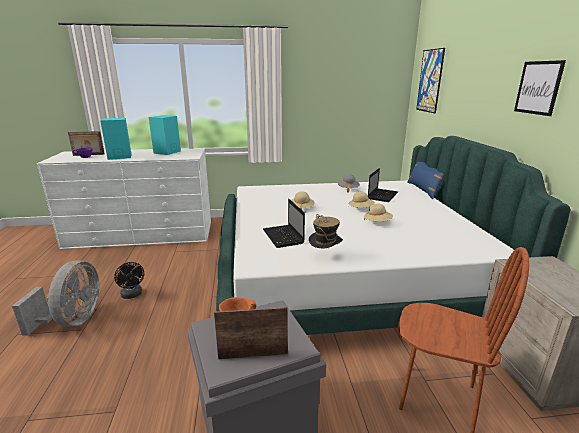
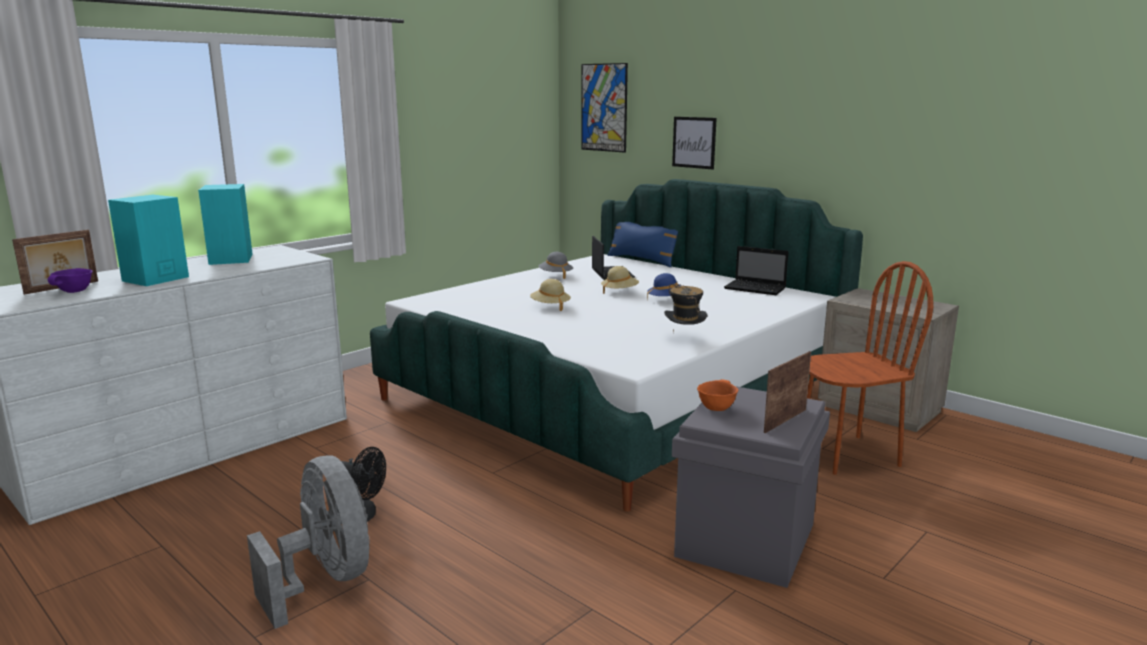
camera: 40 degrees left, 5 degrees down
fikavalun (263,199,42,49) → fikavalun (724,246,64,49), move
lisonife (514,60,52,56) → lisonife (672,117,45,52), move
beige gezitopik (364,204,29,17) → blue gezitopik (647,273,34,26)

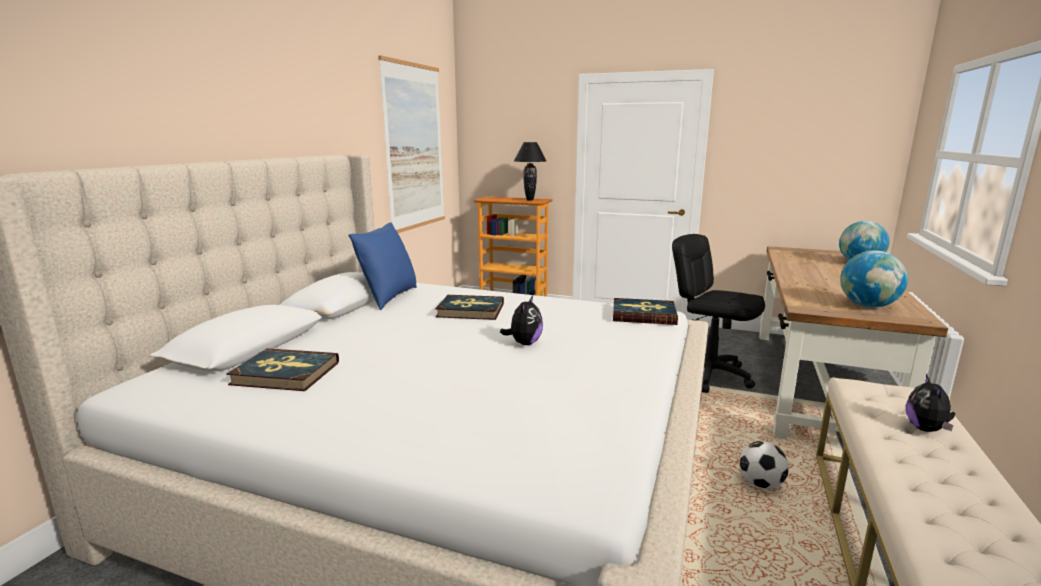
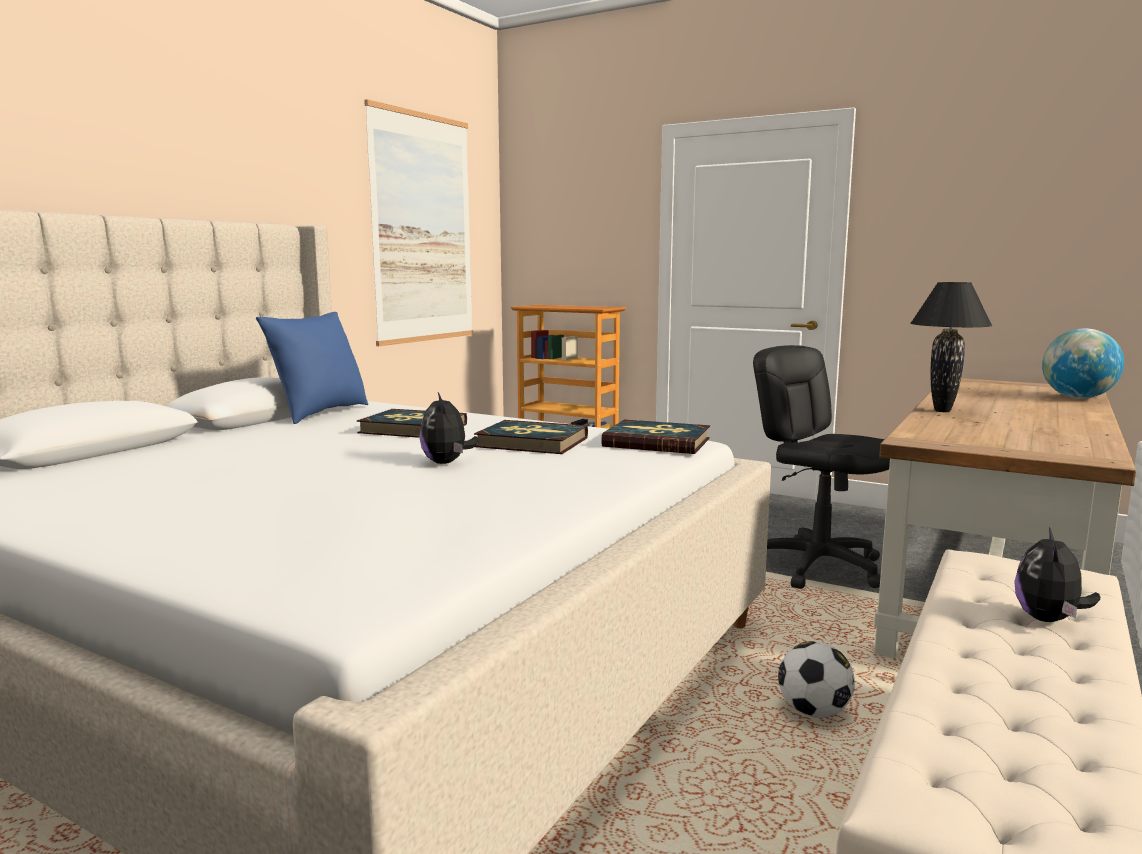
camera: 10 degrees right, 5 degrees down
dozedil (840,250,68,58) → -
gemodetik (226,348,113,43) → gemodetik (474,420,114,34), move
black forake (514,142,32,59) → black forake (911,282,81,130), move
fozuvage (500,296,43,49) → fozuvage (420,393,58,71), 135 degrees clockwise

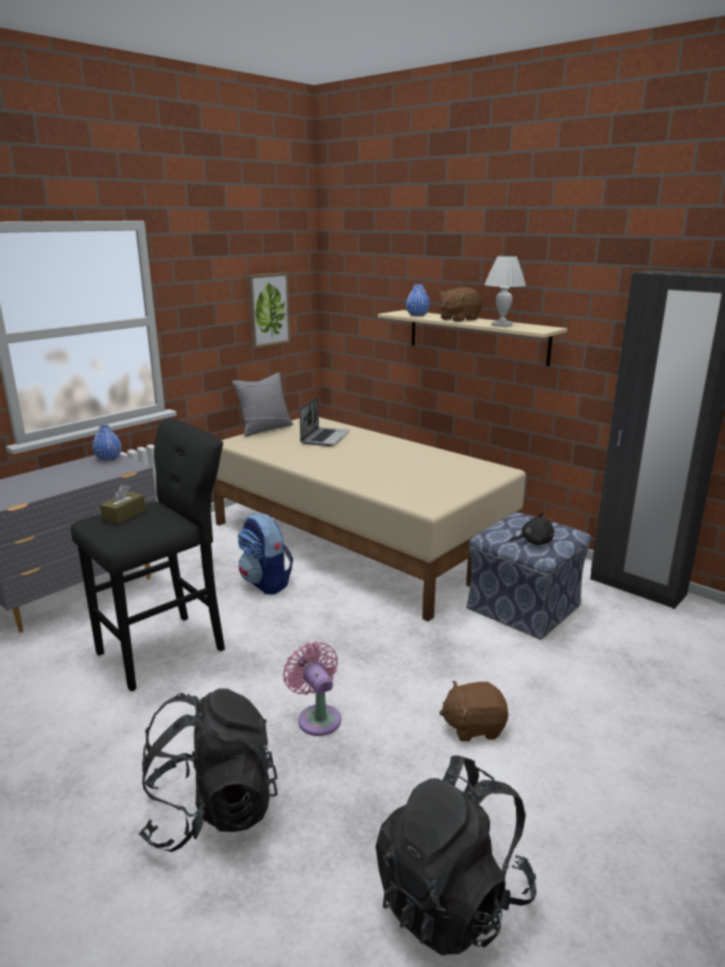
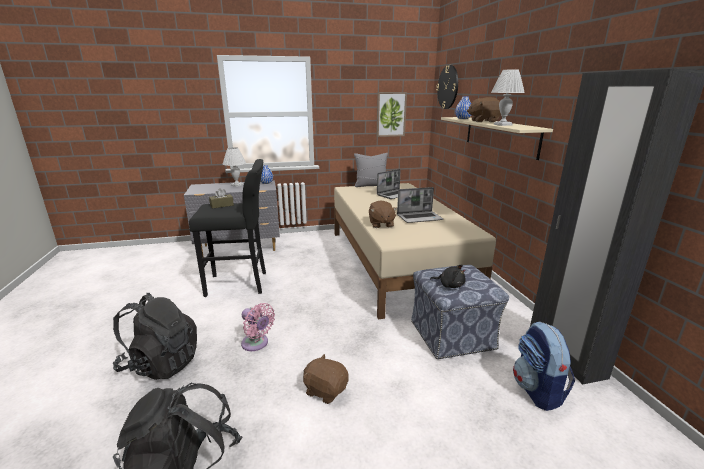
camera: 35 degrees right, 0 degrees up
- → white forake (223,147,23,40)
- → brown fozuvage (369,200,28,28)
- → fikavalun (397,187,46,36)
- → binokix (436,65,22,44)
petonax (237,513,56,81) → petonax (513,321,62,90), move
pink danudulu (283,641,58,95) → pink danudulu (241,303,34,48), 120 degrees clockwise

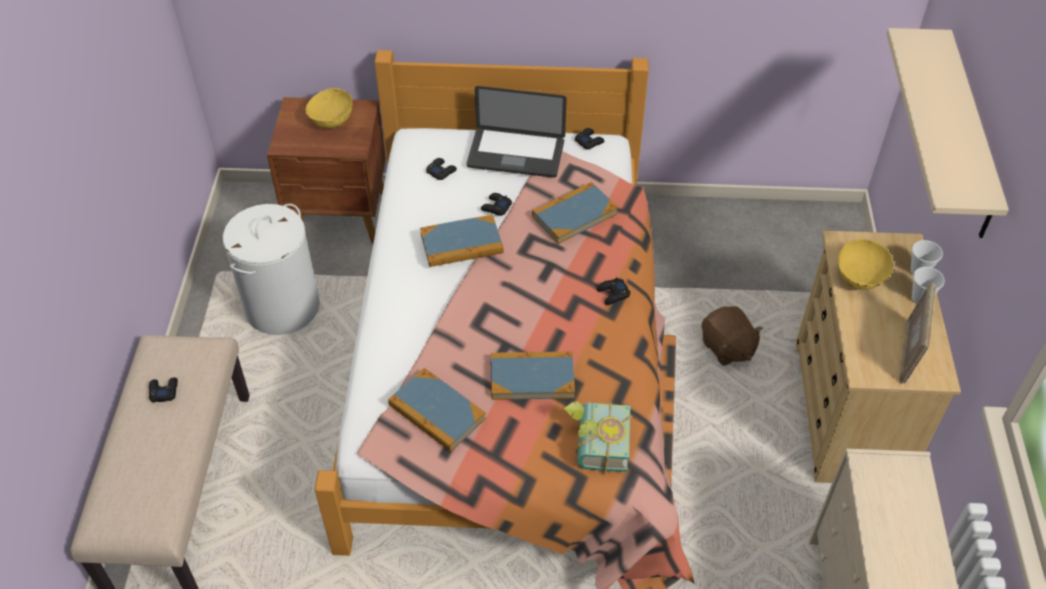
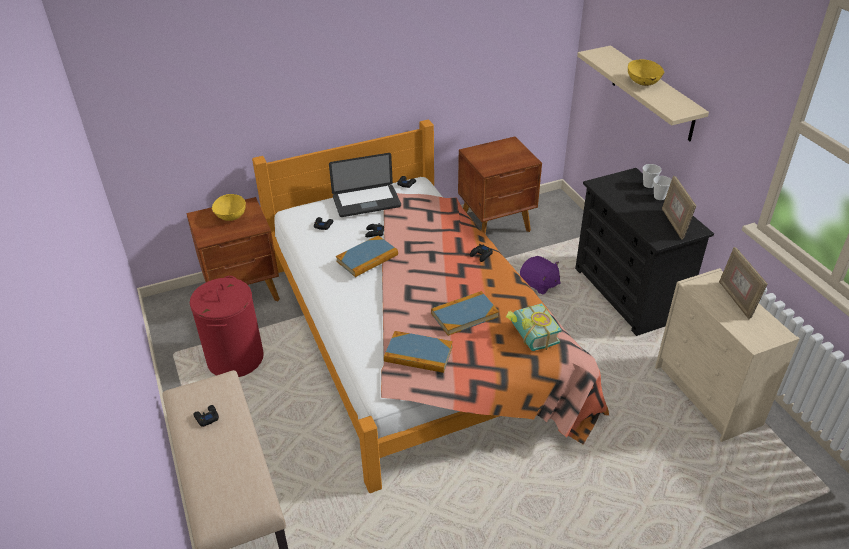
camera: 25 degrees left, 10 degrees down
gemodetik (532,182,86,62) → -
- → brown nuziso (458,137,84,98)
- → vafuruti (719,247,48,72)
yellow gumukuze (838,239,56,51) → yellow gumukuze (628,59,36,27), move
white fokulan (223,204,97,131) → red fokulan (190,276,74,101)
brown fozuvage (702,306,61,60) → purple fozuvage (520,256,41,39)
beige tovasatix (796,231,165,252) → black tovasatix (575,168,139,168)

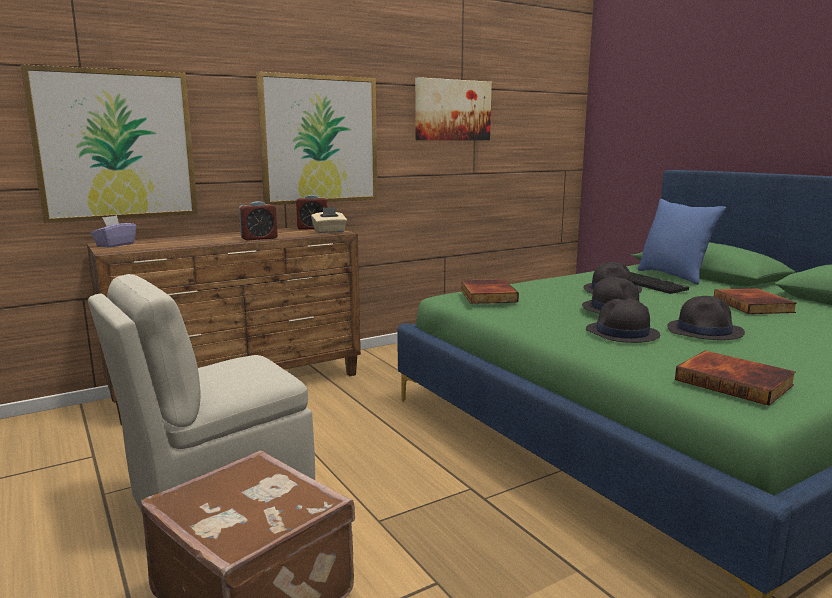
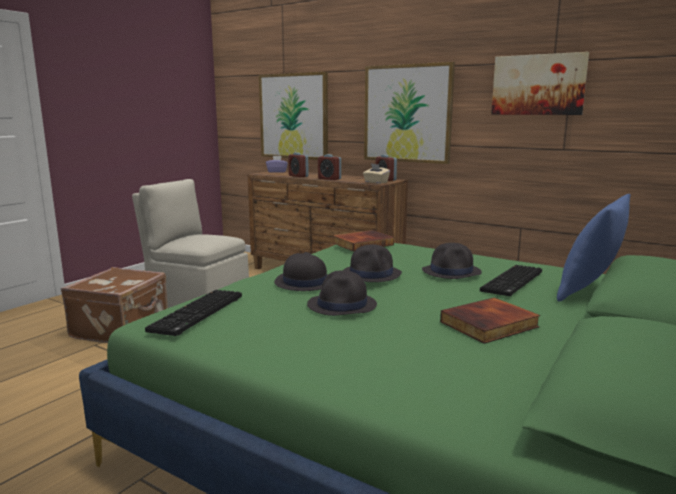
camera: 65 degrees right, 0 degrees up
- → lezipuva (288,152,21,25)
gemodetik (675,350,121,56) → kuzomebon (145,290,97,46)

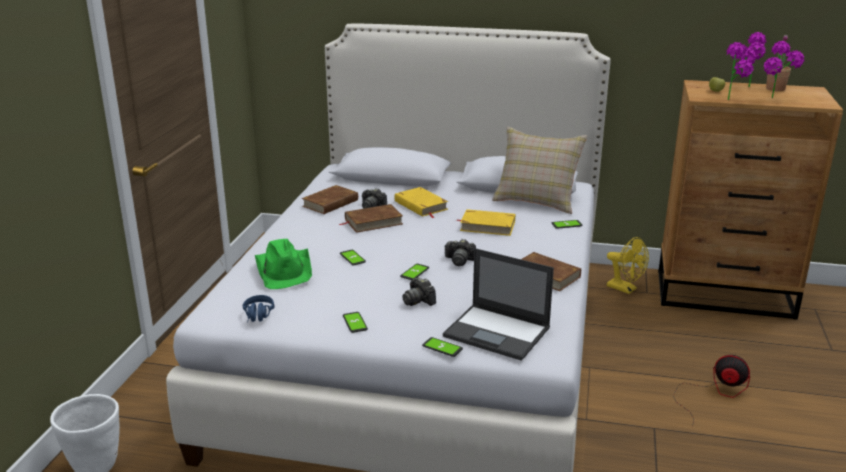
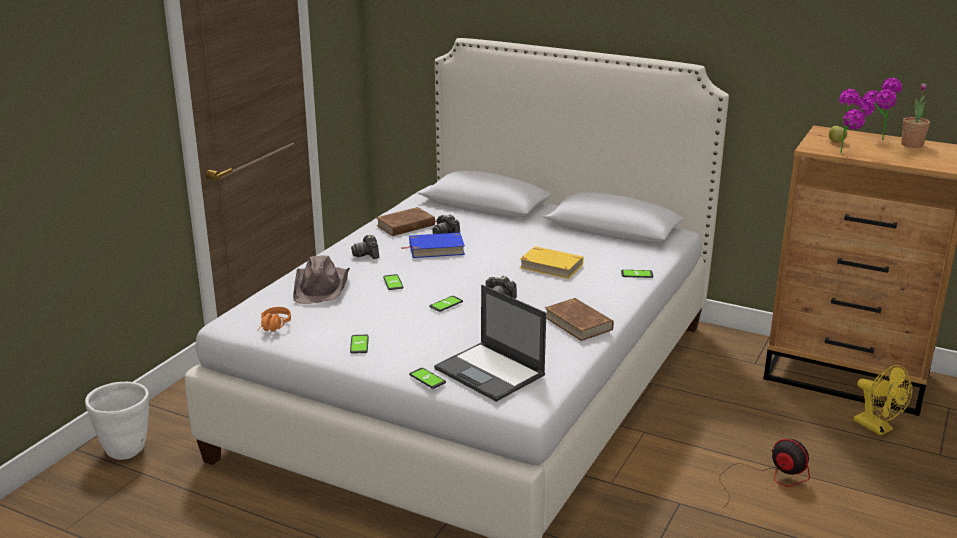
camera: 15 degrees right, 0 degrees up
yellow gemodetik (394,187,54,31) → -
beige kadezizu (492,127,95,87) → -
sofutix (764,41,41,57) → -
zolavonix (402,277,34,29) → zolavonix (351,235,28,24), move
yellow danudulu (607,237,42,57) → yellow danudulu (854,365,58,71), move
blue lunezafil (243,295,32,28) → orange lunezafil (257,307,34,25)
green gezitopik (255,239,57,50) → brown gezitopik (293,256,57,48)
brown gemodetik (340,204,63,29) → blue gemodetik (401,233,64,25)

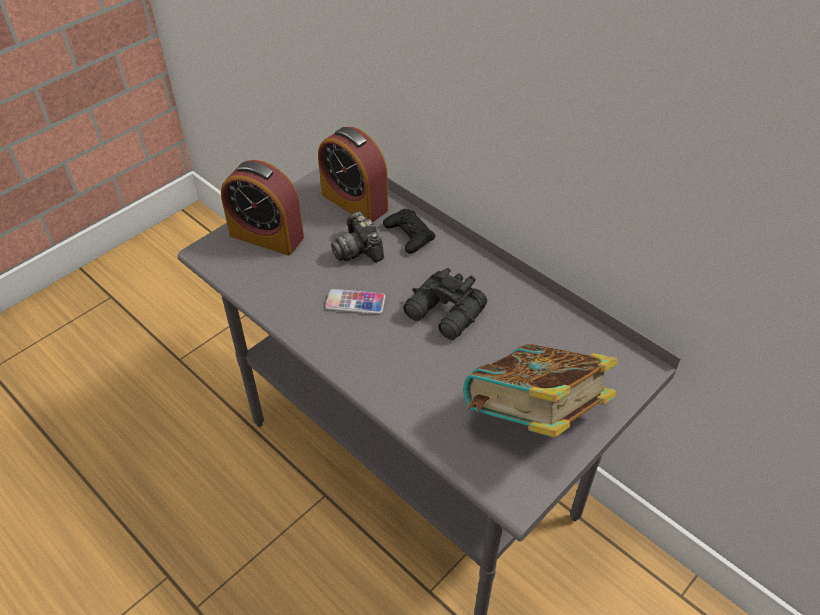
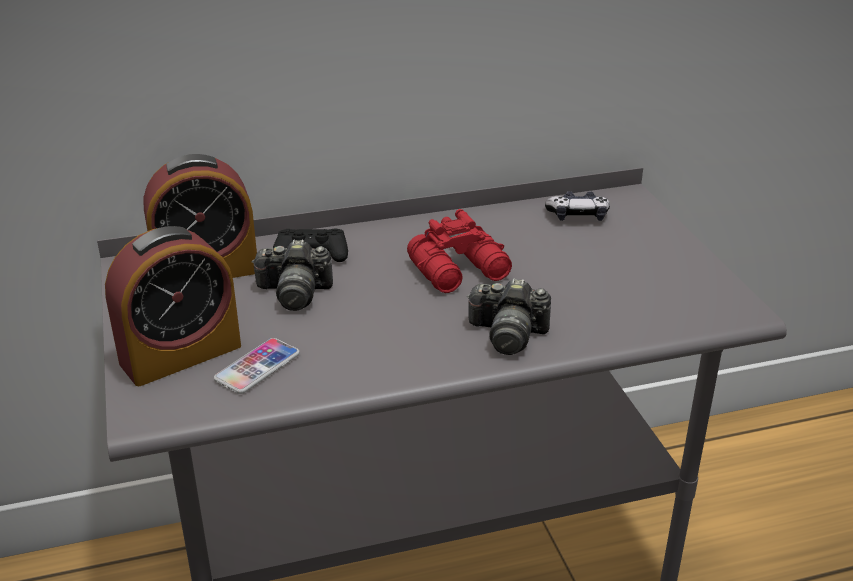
camera: 60 degrees left, 15 degrees down
gemodetik (463,344,155,94) → -
- → zolavonix (467,278,84,77)
- → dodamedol (545,191,65,30)
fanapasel (326,289,59,25) → fanapasel (214,338,86,56), move
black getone (403,268,84,72) → red getone (407,209,105,84)

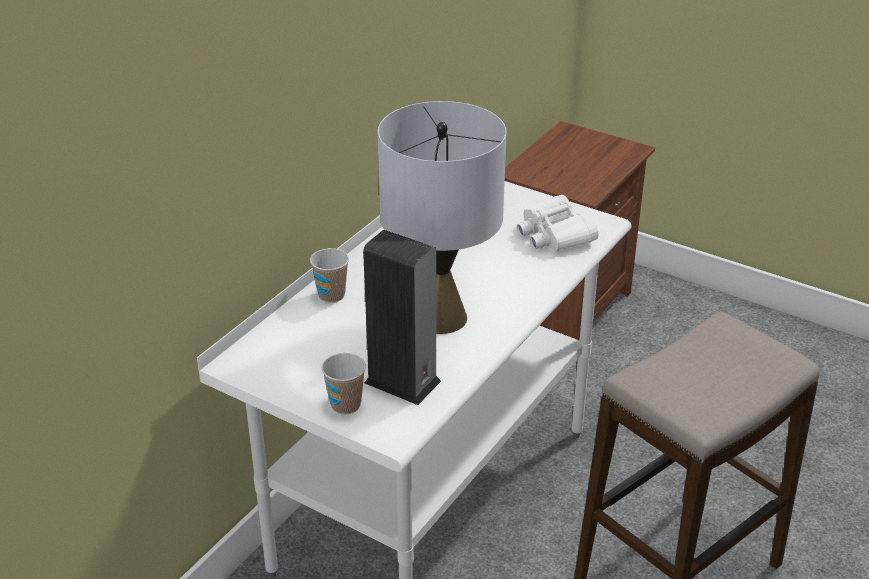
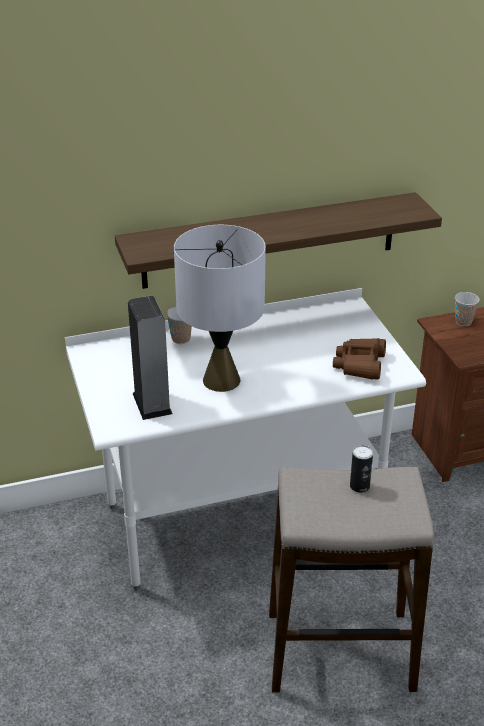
camera: 40 degrees right, 0 degrees up
- → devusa (115,192,327,97)
- → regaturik (350,445,23,48)
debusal (322,353,44,61) → debusal (455,292,25,34), move
white getone (517,195,81,56) → brown getone (333,338,53,42)

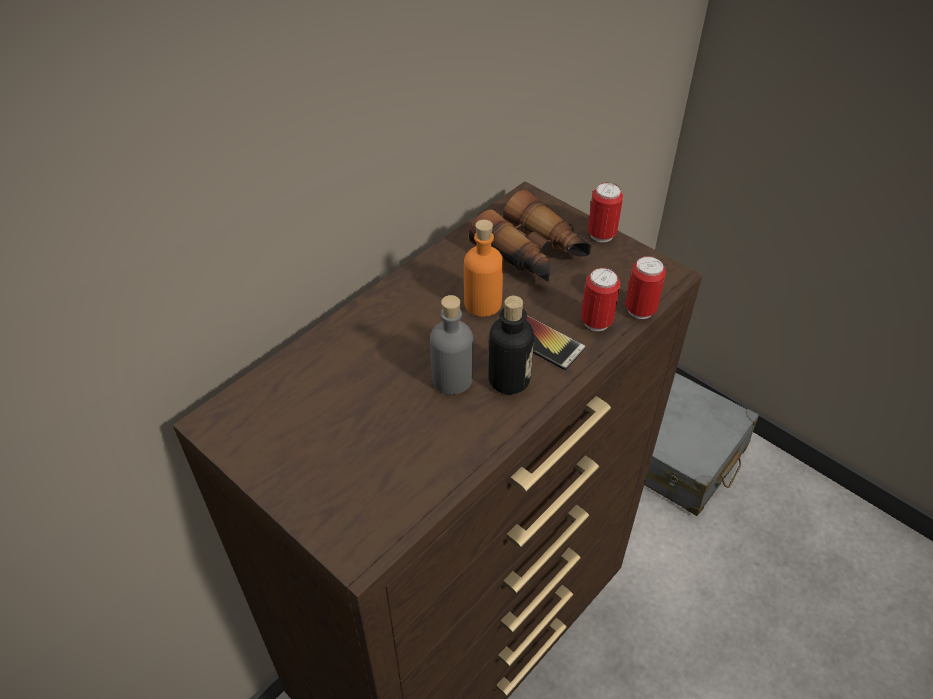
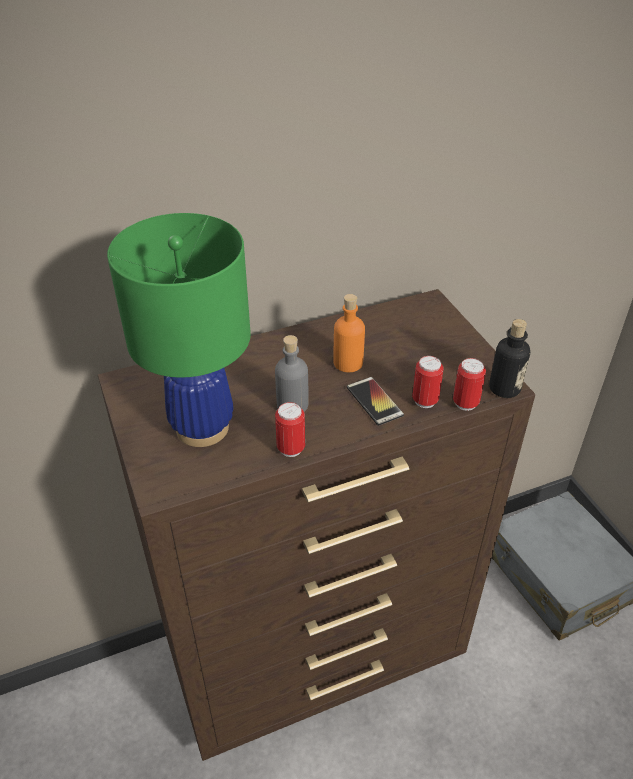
camera: 25 degrees right, 5 degrees down
getone (469,190,122,92) → -
- → green forake (107,213,144,234)
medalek (488,296,46,98) → medalek (489,319,41,79), move
regaturik (588,182,35,60) → regaturik (275,402,30,55), move

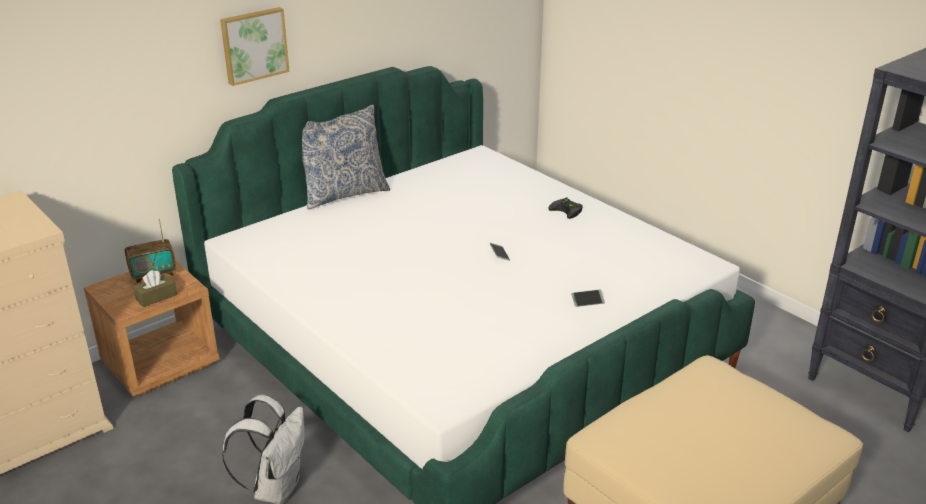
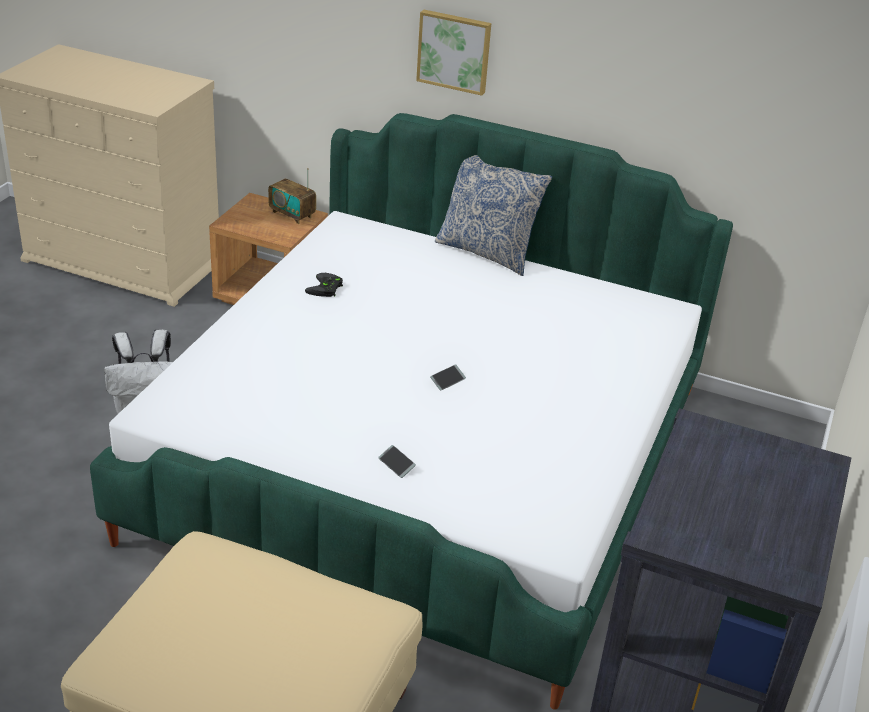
camera: 60 degrees right, 5 degrees up
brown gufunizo (133,270,44,37) → -
black dodamedol (548,197,35,22) → black dodamedol (305,273,38,24), move

